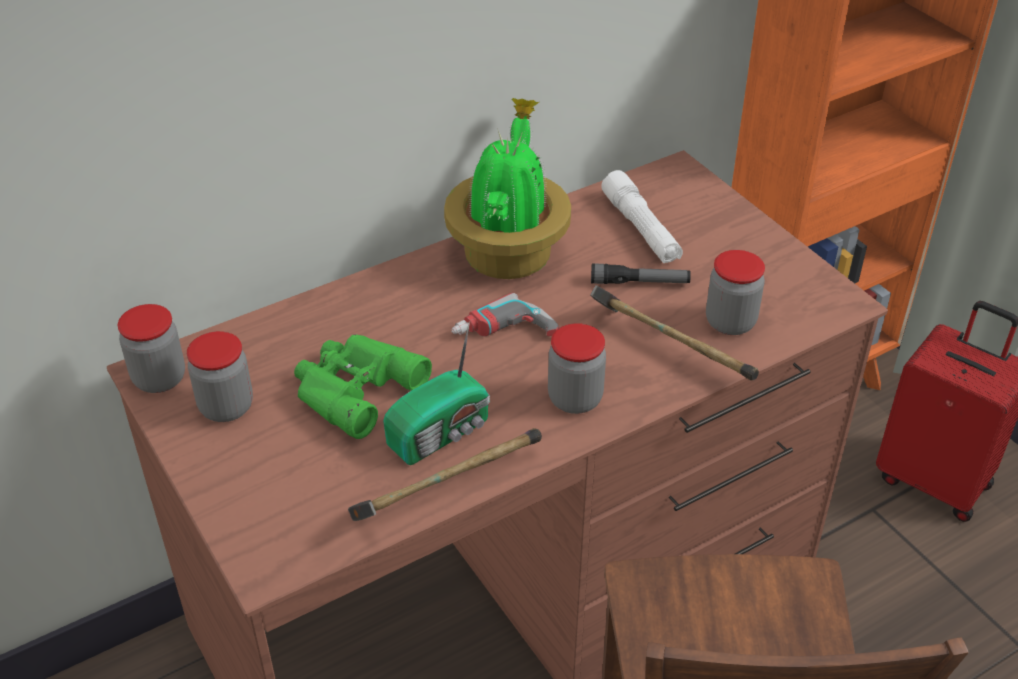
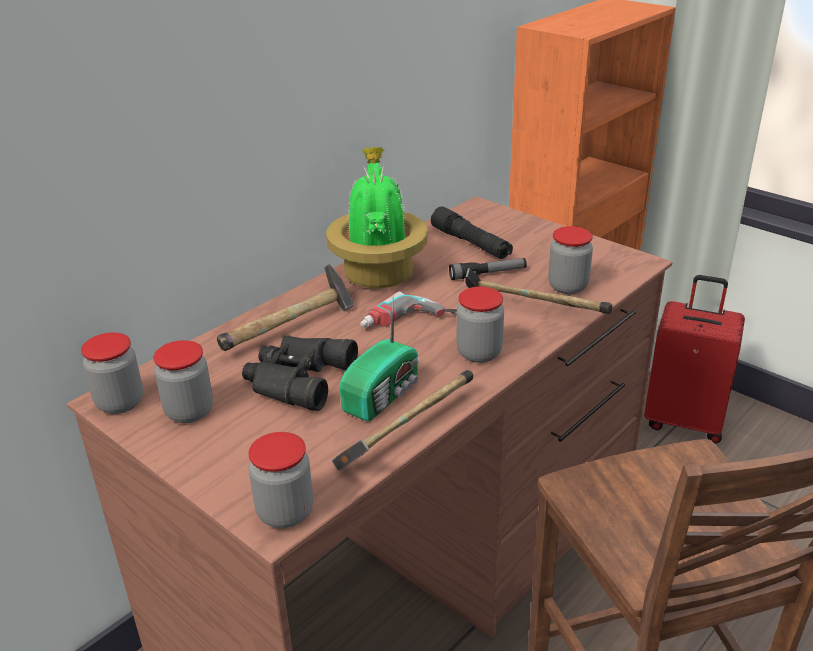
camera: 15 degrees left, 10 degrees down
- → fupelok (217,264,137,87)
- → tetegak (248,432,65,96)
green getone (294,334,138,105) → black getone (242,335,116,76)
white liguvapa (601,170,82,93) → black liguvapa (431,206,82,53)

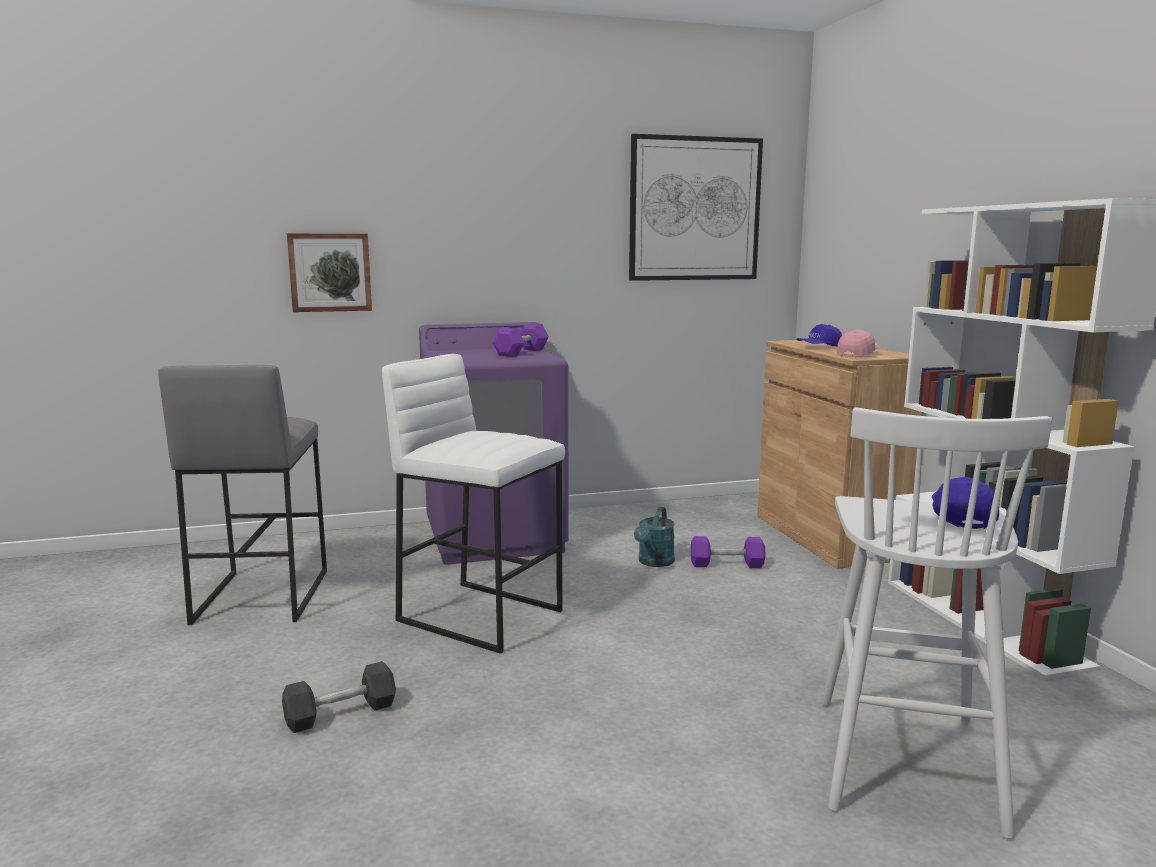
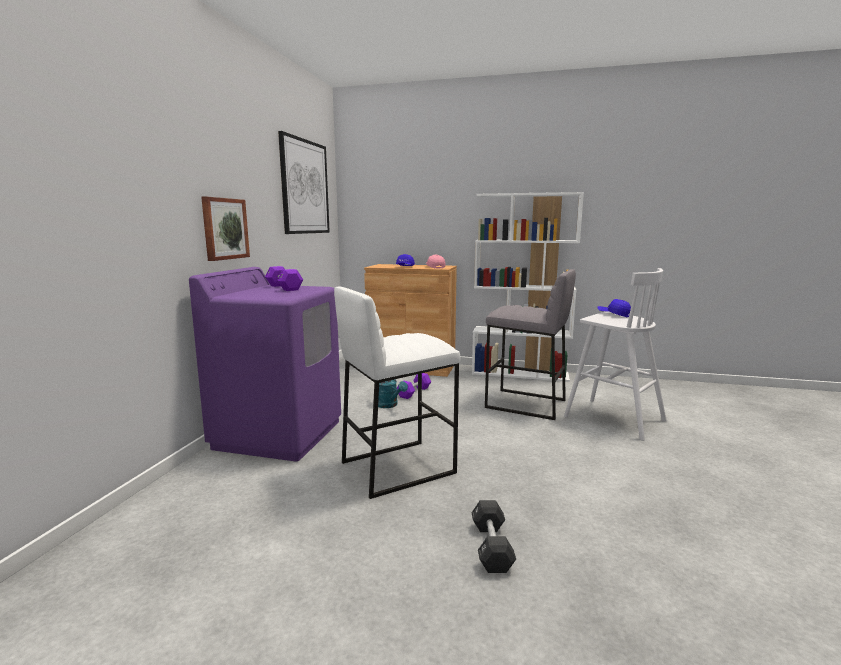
camera: 60 degrees left, 0 degrees up
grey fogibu (158,365,169,260) → grey fogibu (485,269,91,151), move
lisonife (287,233,85,79) → lisonife (201,197,49,64), move

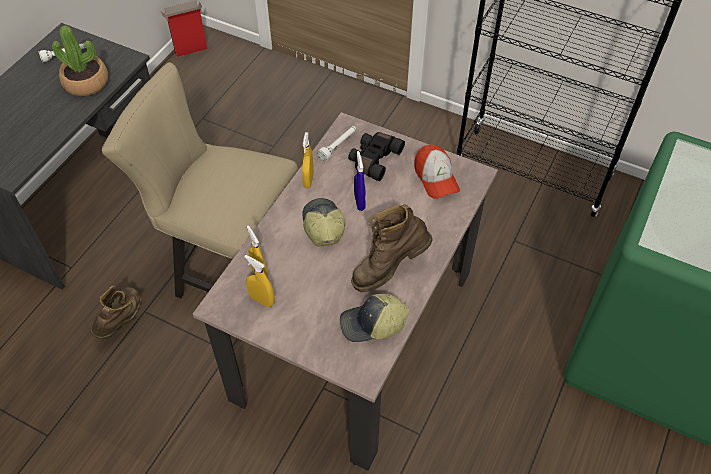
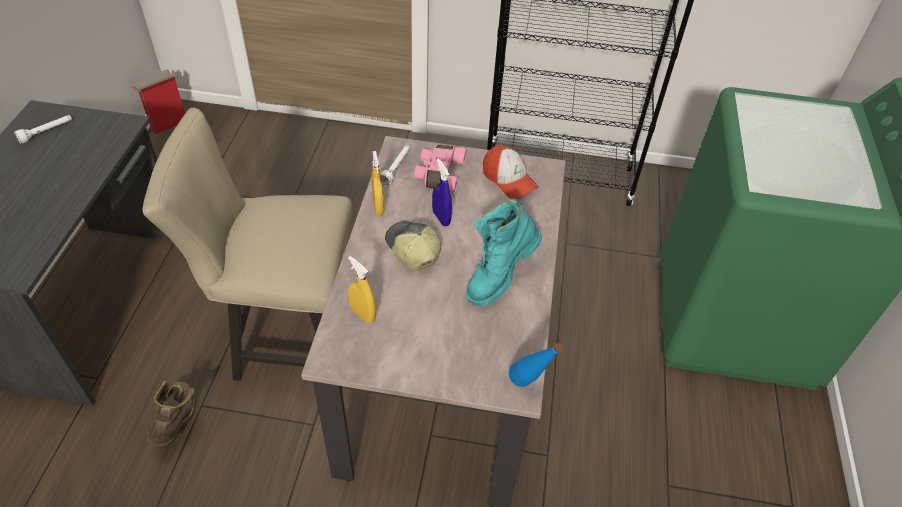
camera: 20 degrees left, 5 degrees down
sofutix (52,26,56,70) → -
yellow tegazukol (244,255,30,52) → -
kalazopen (340,294,69,48) → -
- → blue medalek (509,343,54,44)
black getone (348,132,57,49) → pink getone (414,145,53,48)
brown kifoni (351,204,81,88) → turquoise kifoni (466,199,76,107)

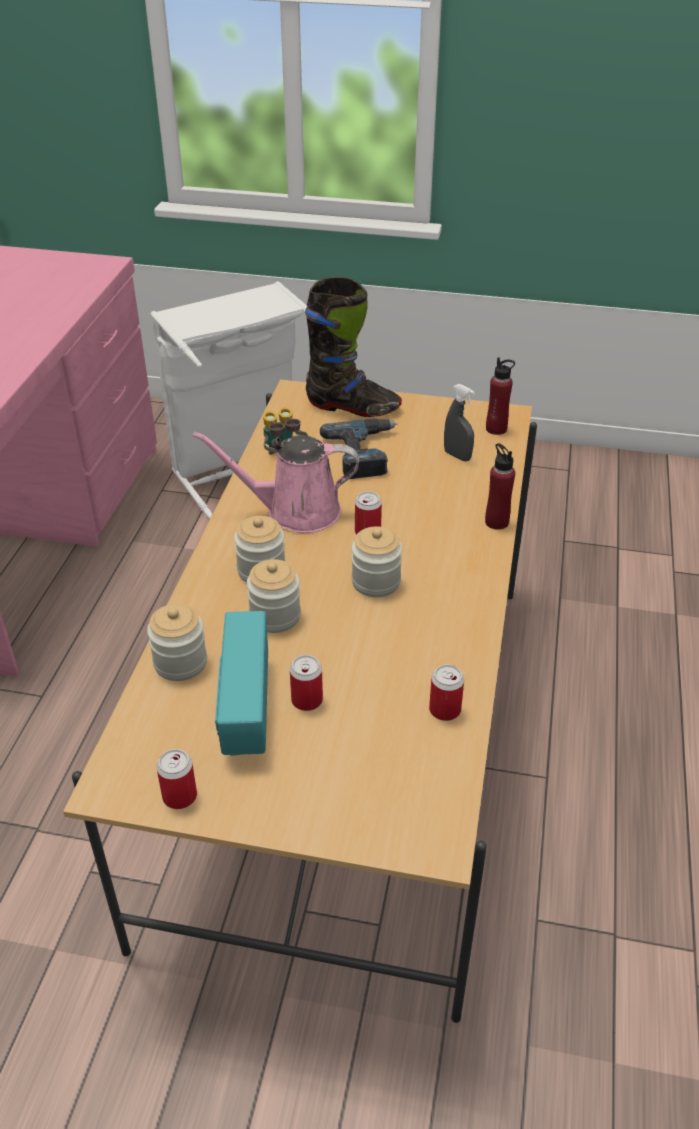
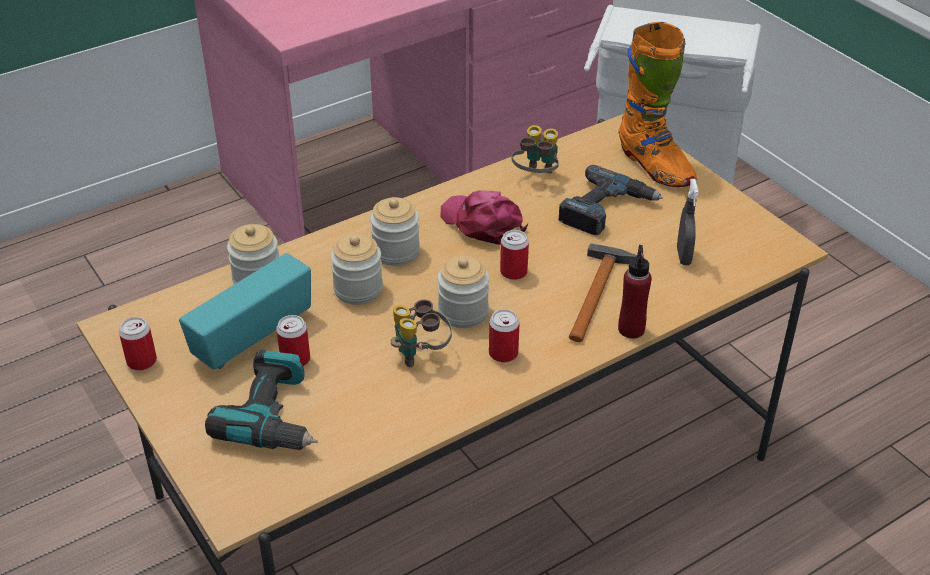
camera: 45 degrees right, 0 degrees up
red medalek (486,357,29,78) → -
- → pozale (205,350,113,100)
- → getone (391,300,61,67)
- → fupelok (569,243,68,99)
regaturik (429,664,35,57) → regaturik (489,309,31,53), move
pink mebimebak (192,431,167,102) → pink kalazopen (440,190,88,55)
black kifoni (305,277,97,140) → orange kifoni (619,22,78,165)

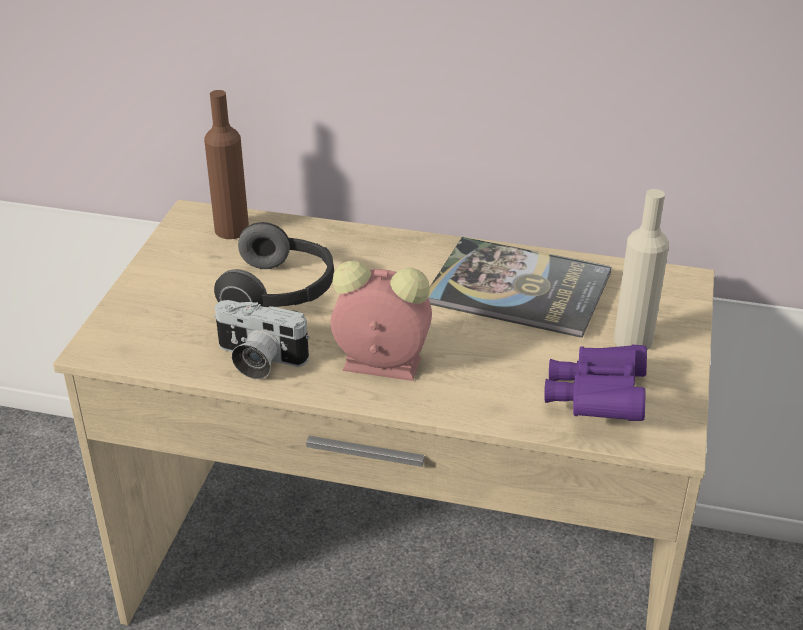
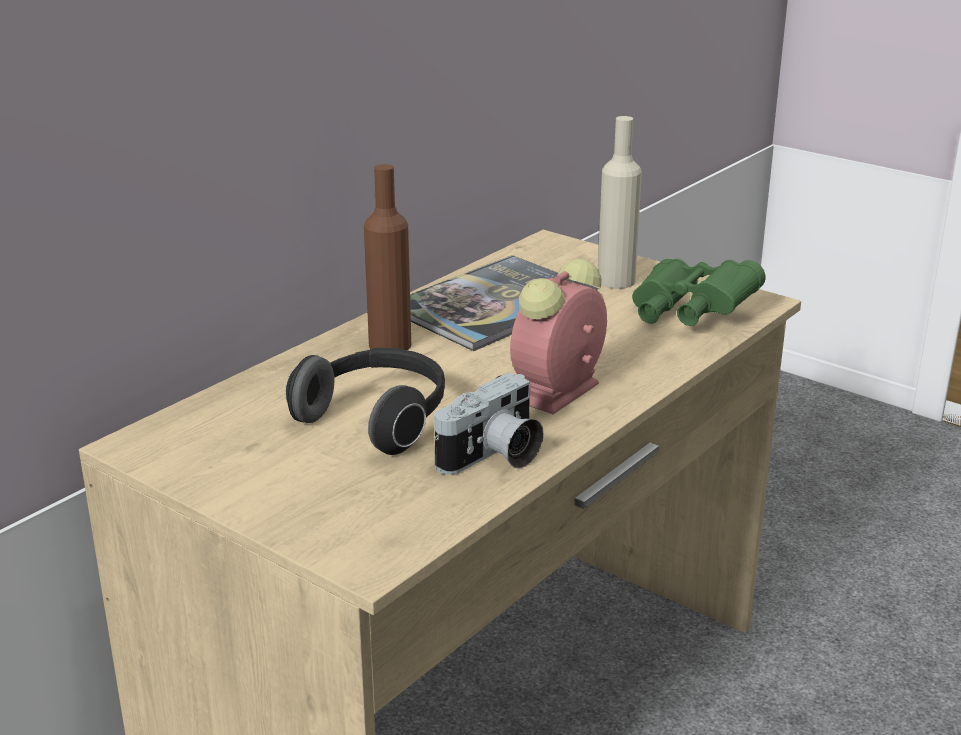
camera: 65 degrees left, 10 degrees down
brown medalek (204,90,45,149) → brown medalek (364,164,47,186), move
purple getone (544,345,103,76) → green getone (632,259,134,67)

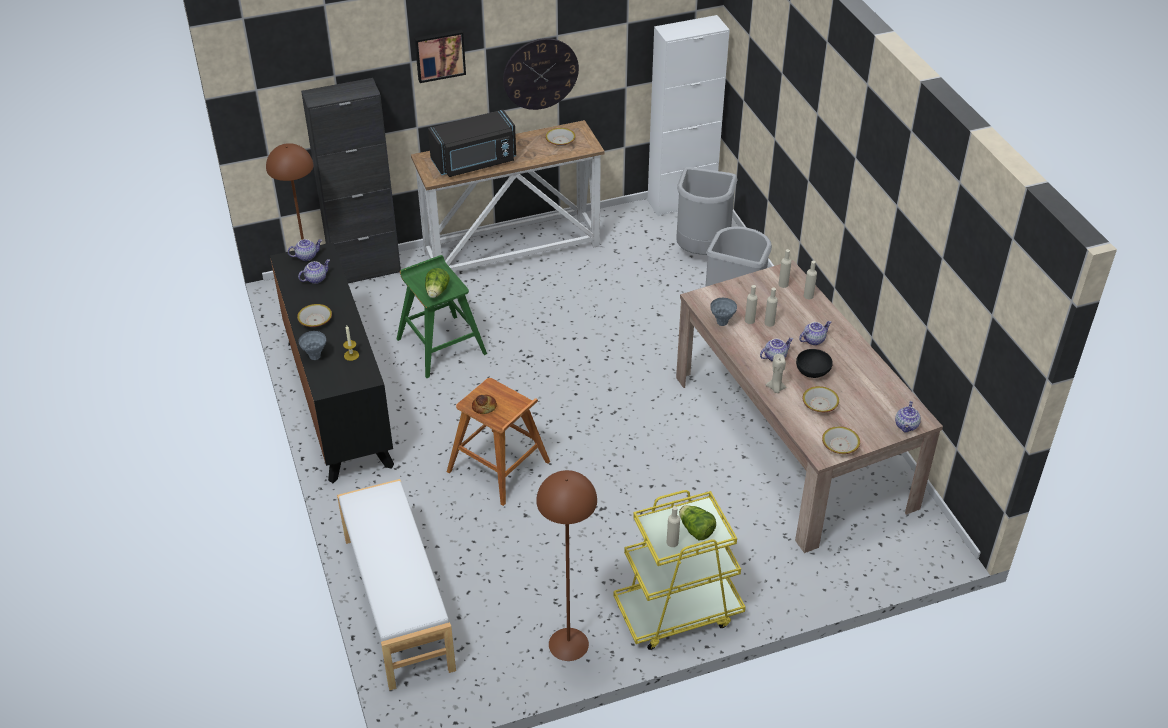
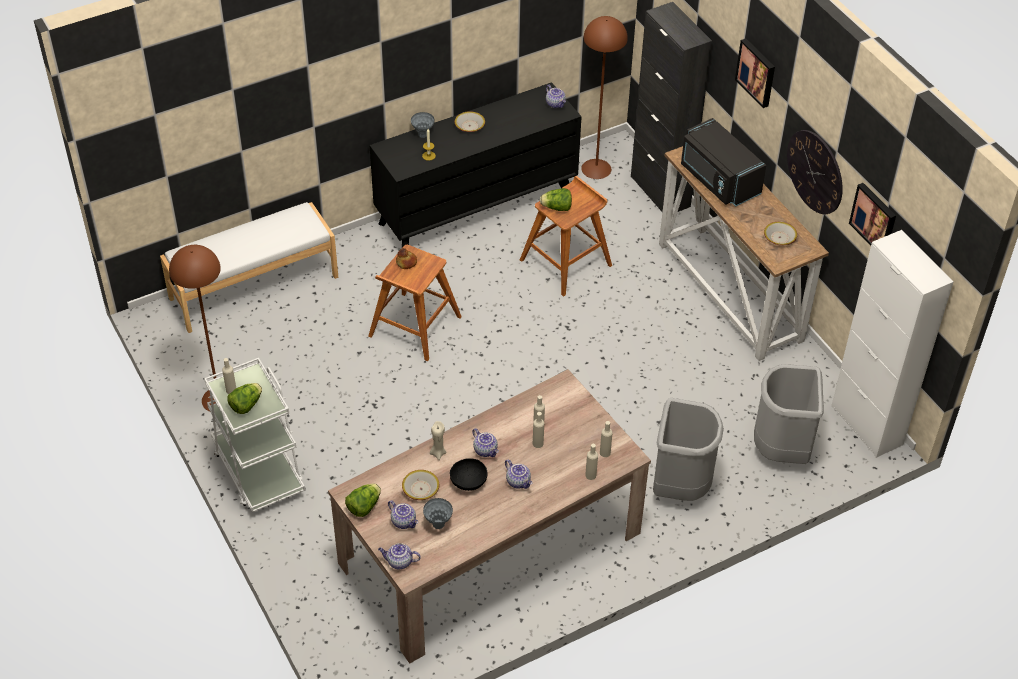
camera: 80 degrees right, 5 degrees up
- → lisonife (849,183,47,63)
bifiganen (298,259,32,25) → bifiganen (388,500,31,29), move
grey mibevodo (710,298,27,28) → grey mibevodo (423,498,30,31), move
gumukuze (822,426,38,28) → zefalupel (345,483,36,34)
green fogibu (397,255,90,123) → brown fogibu (520,176,92,121)
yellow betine (614,490,132,160) → white betine (204,358,101,154)

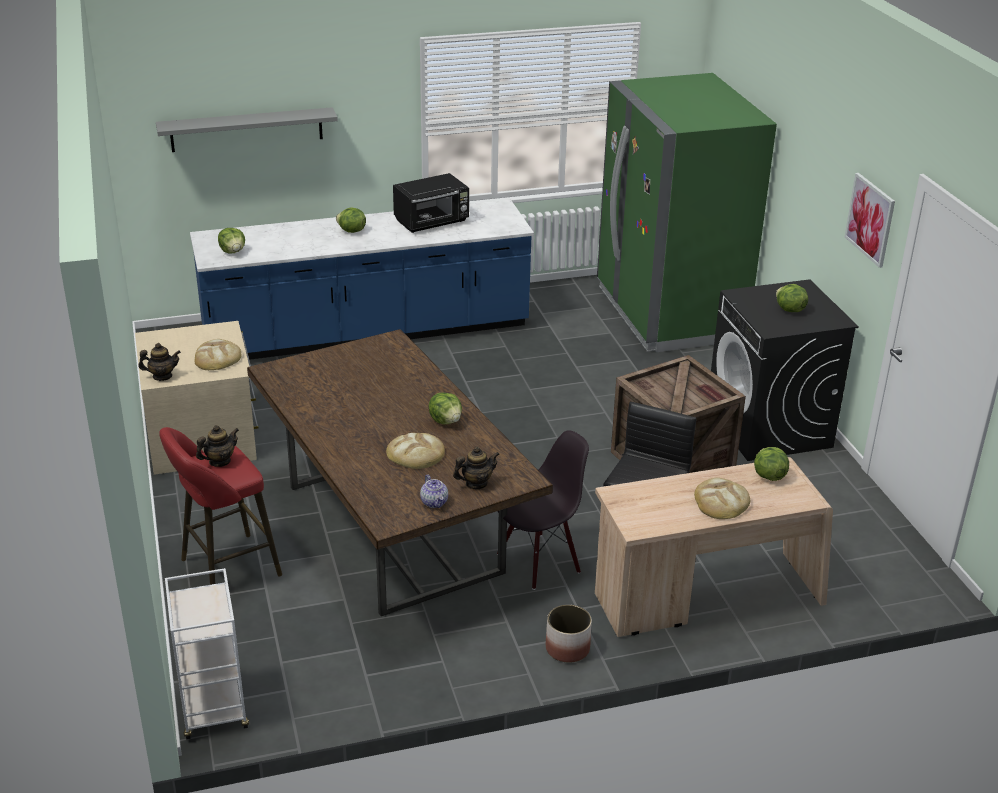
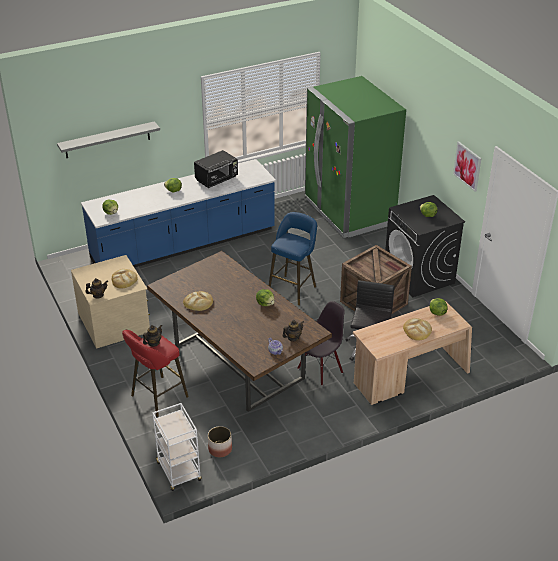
camera: 10 degrees left, 5 degrees up
- → blue fogibu (269,212,48,93)
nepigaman (386,433,59,36) → nepigaman (183,291,30,20), move
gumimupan (546,604,46,59) → gumimupan (208,426,24,31), move

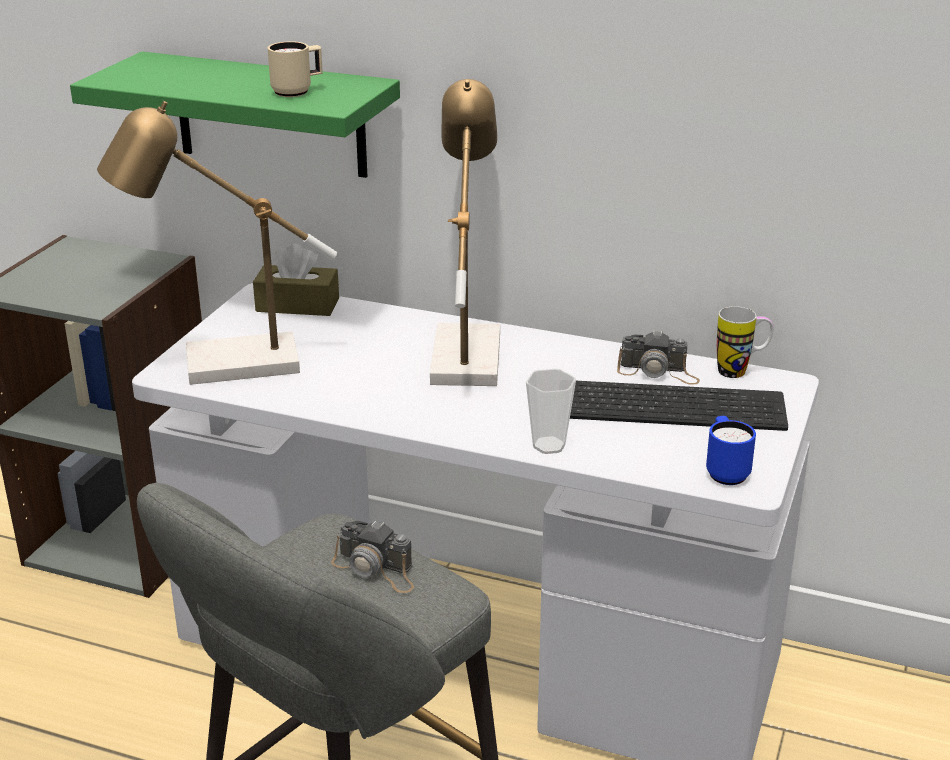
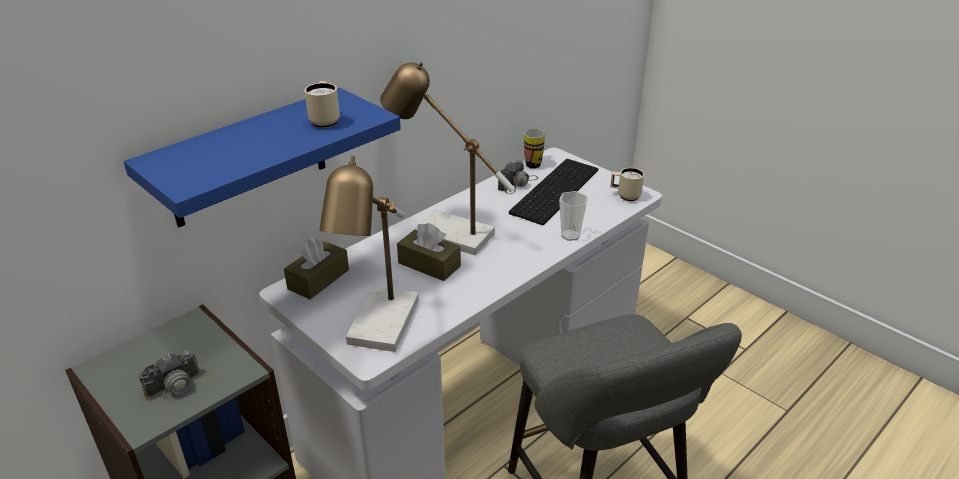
camera: 65 degrees left, 5 degrees up
- → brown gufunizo (397,223,64,58)
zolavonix (331,520,83,73) → zolavonix (138,350,81,55), move
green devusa (70,52,330,126) → blue devusa (123,88,278,140)
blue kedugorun (706,416,50,69) → beige kedugorun (610,168,34,33)

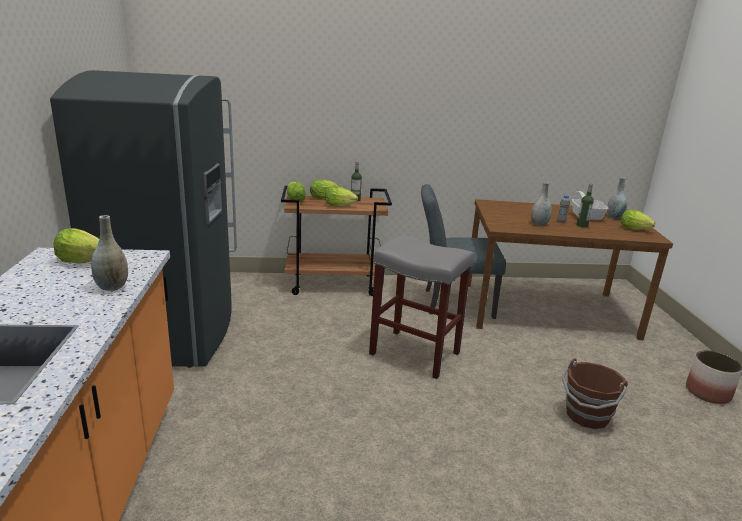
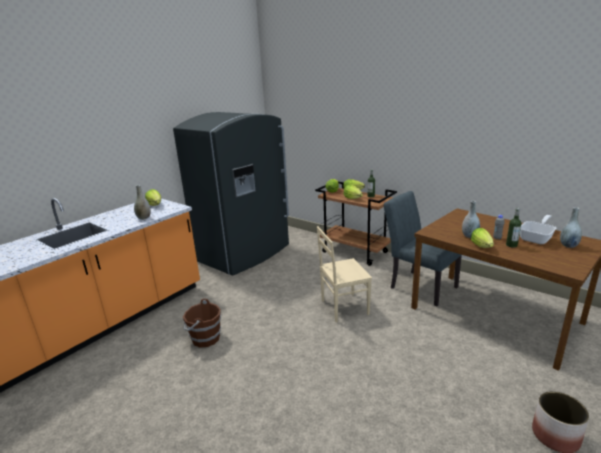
camera: 45 degrees right, 0 degrees up
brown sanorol (561,358,67,71) → brown sanorol (183,299,38,48), move
zefalupel (621,209,34,21) → zefalupel (471,228,23,20), move
grey fogibu (369,235,105,144) → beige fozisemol (317,226,55,96)

